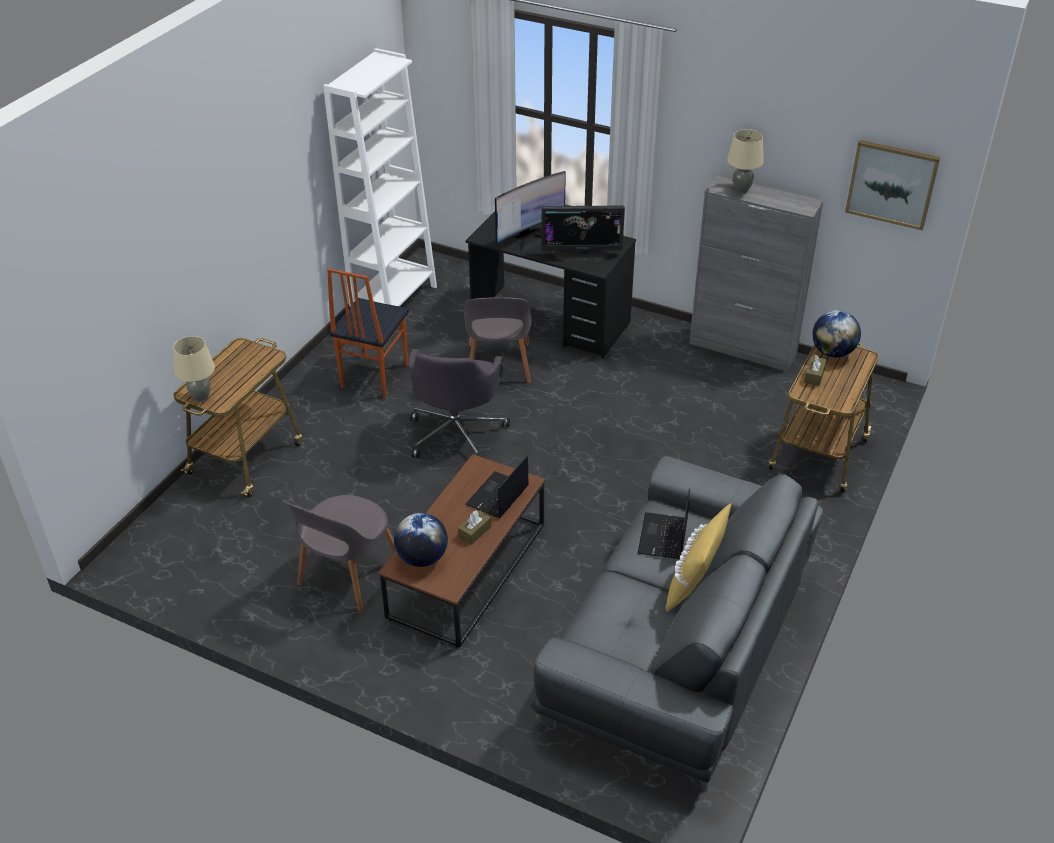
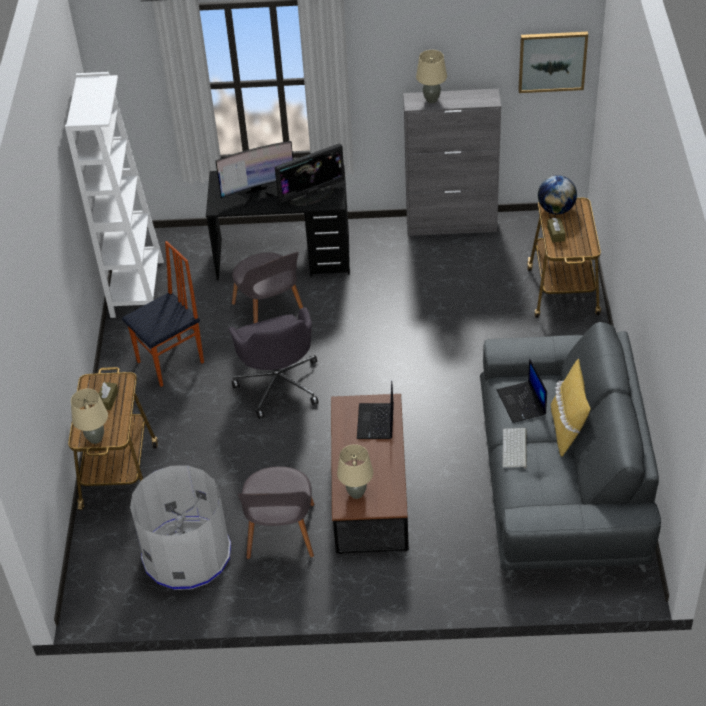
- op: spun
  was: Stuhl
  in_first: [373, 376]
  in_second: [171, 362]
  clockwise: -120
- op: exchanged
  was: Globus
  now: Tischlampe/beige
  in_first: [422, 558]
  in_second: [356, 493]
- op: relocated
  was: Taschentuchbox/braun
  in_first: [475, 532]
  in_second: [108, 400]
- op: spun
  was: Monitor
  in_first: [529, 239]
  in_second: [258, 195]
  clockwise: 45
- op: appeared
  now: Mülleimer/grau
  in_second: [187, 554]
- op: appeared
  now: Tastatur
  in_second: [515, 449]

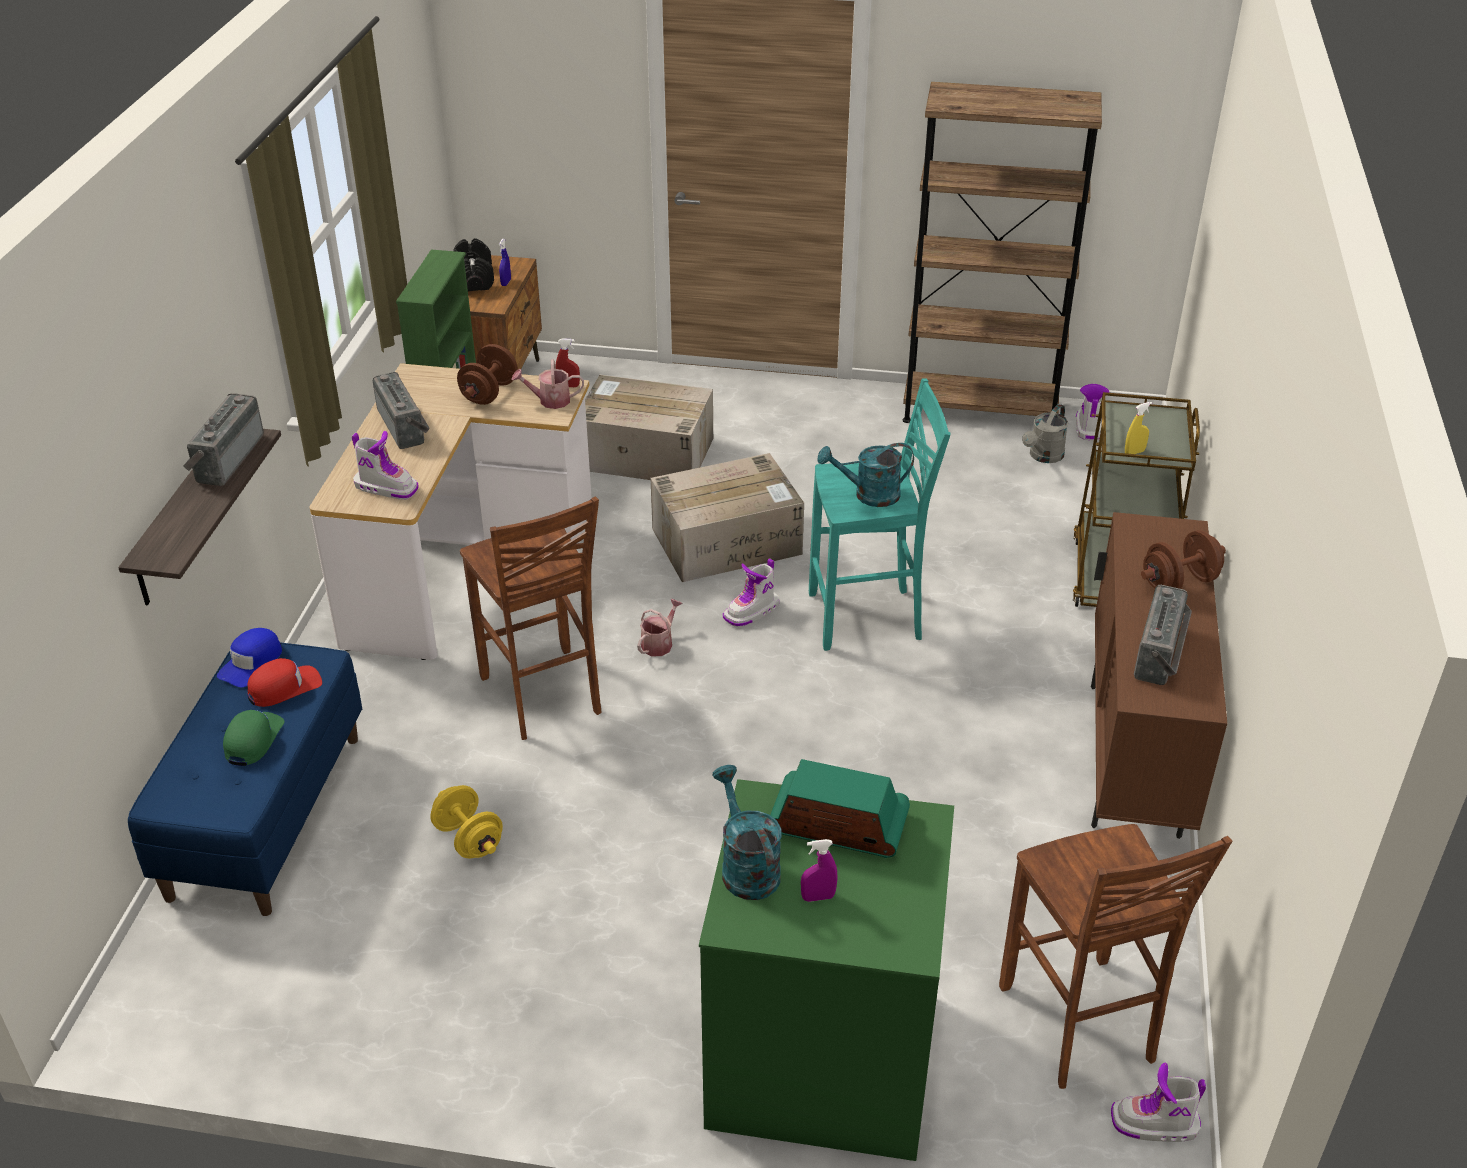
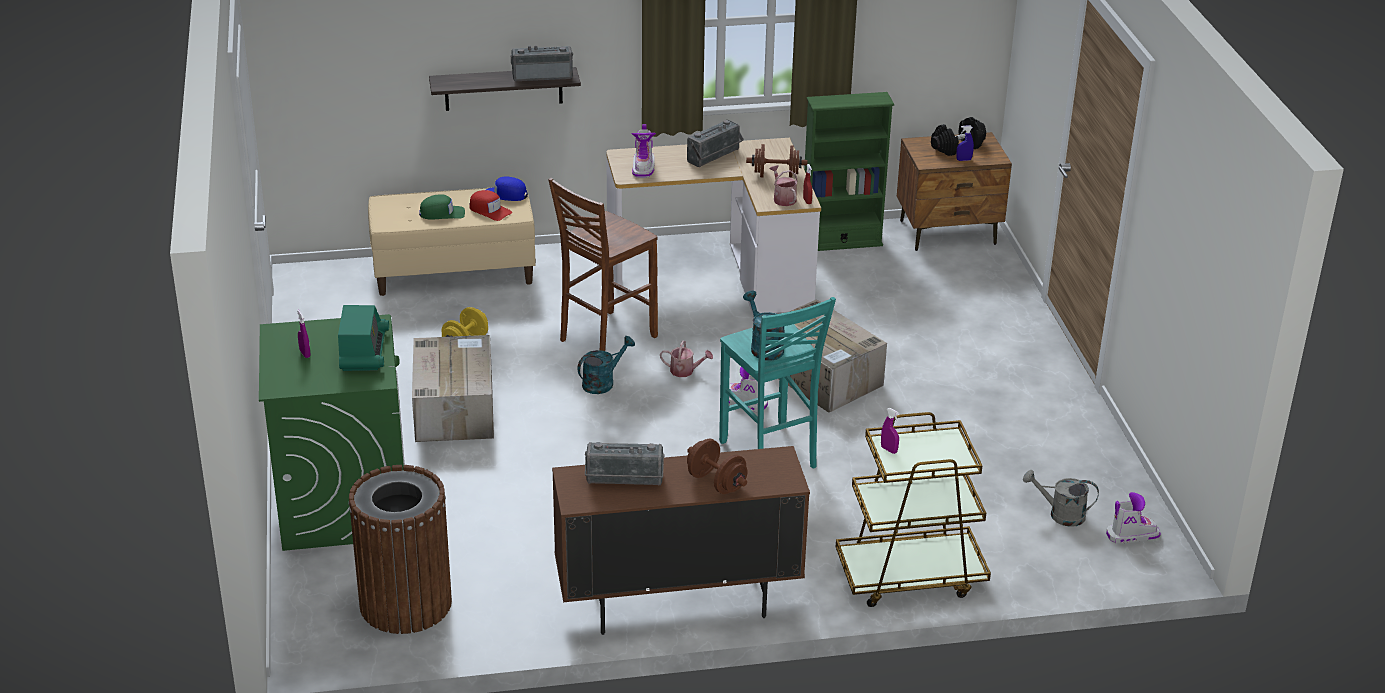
- op: colour
  was: Bank/blau
  now: Bank/beige
  in_first: [265, 814]
  in_second: [454, 272]
- op: relocated
  was: Karton
  in_first: [644, 454]
  in_second: [454, 408]
- op: relocated
  was: Gießkanne/türkis
  in_first: [746, 866]
  in_second: [603, 382]
- op: missing
  was: Bücherregal/braun
  in_first: [979, 411]
- op: exchanged
  was: Hocker/braun
  now: Mülleimer/braun
  in_first: [1079, 1026]
  in_second: [405, 603]
- op: missing
  was: Stiefel
  in_first: [1155, 1124]
- op: colour
  was: Sprühflasche/gelb
  now: Sprühflasche/lila
  in_first: [1134, 452]
  in_second: [889, 450]

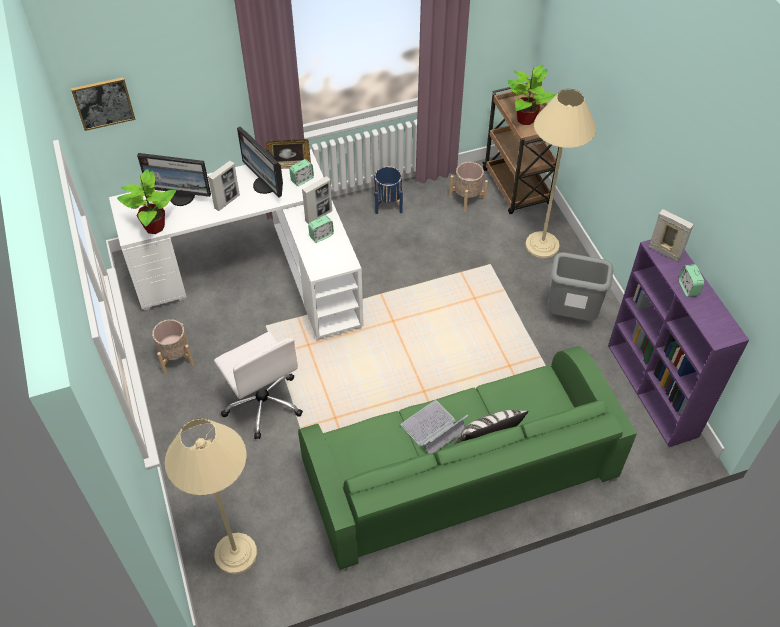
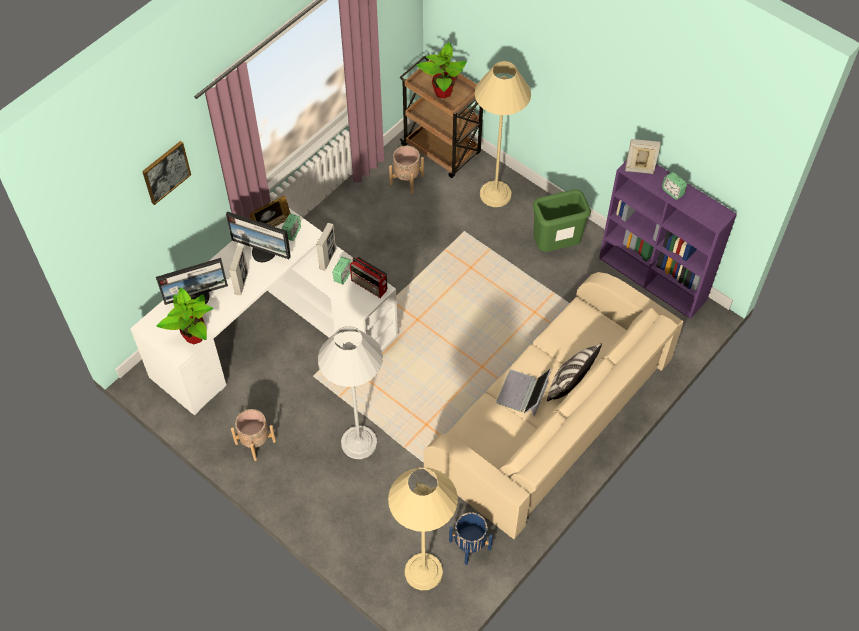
- op: relocated
  was: Bild
  in_first: [103, 103]
  in_second: [166, 172]
- op: exchanged
  was: Bürostuhl/weiß
  now: Stehlampe/weiß
  in_first: [263, 403]
  in_second: [359, 442]
- op: colour
  was: Sofa/grün
  now: Sofa/beige
  in_first: [458, 472]
  in_second: [550, 418]
- op: relocated
  was: Pflanzkübel/blau
  in_first: [388, 203]
  in_second: [469, 544]
- op: colour
  was: Mülleimer/grau
  now: Mülleimer/grün
  in_first: [571, 315]
  in_second: [556, 246]
- op: appeared
  now: Radio
  in_second: [370, 285]

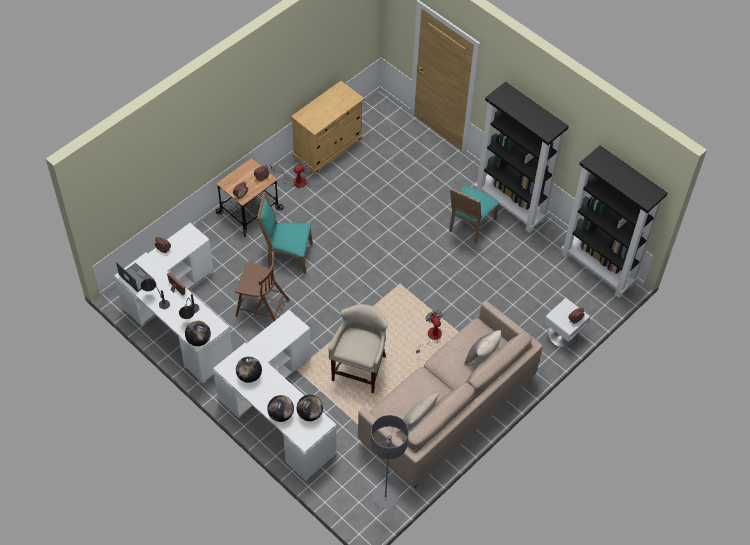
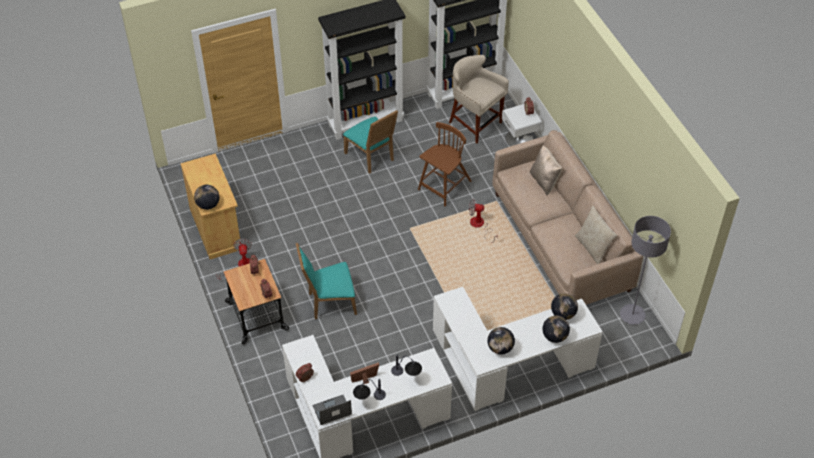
- op: relocated
  was: Globus
  in_first: [198, 340]
  in_second: [208, 205]
- op: relocated
  was: Stuhl/braun
  in_first: [261, 307]
  in_second: [444, 186]
- op: spun
  was: Stuhl/türkis
  in_first: [287, 255]
  in_second: [329, 302]
  clockwise: 45
- op: relocated
  was: Hocker/beige
  in_first: [359, 370]
  in_second: [475, 124]

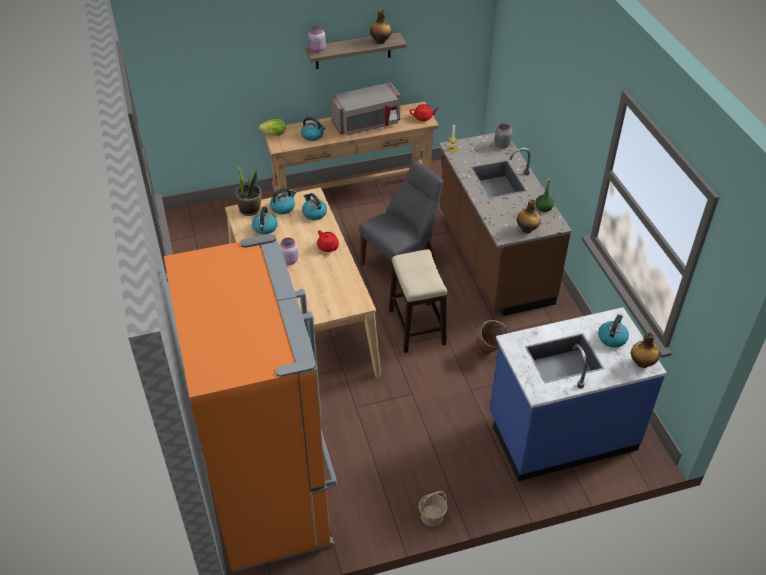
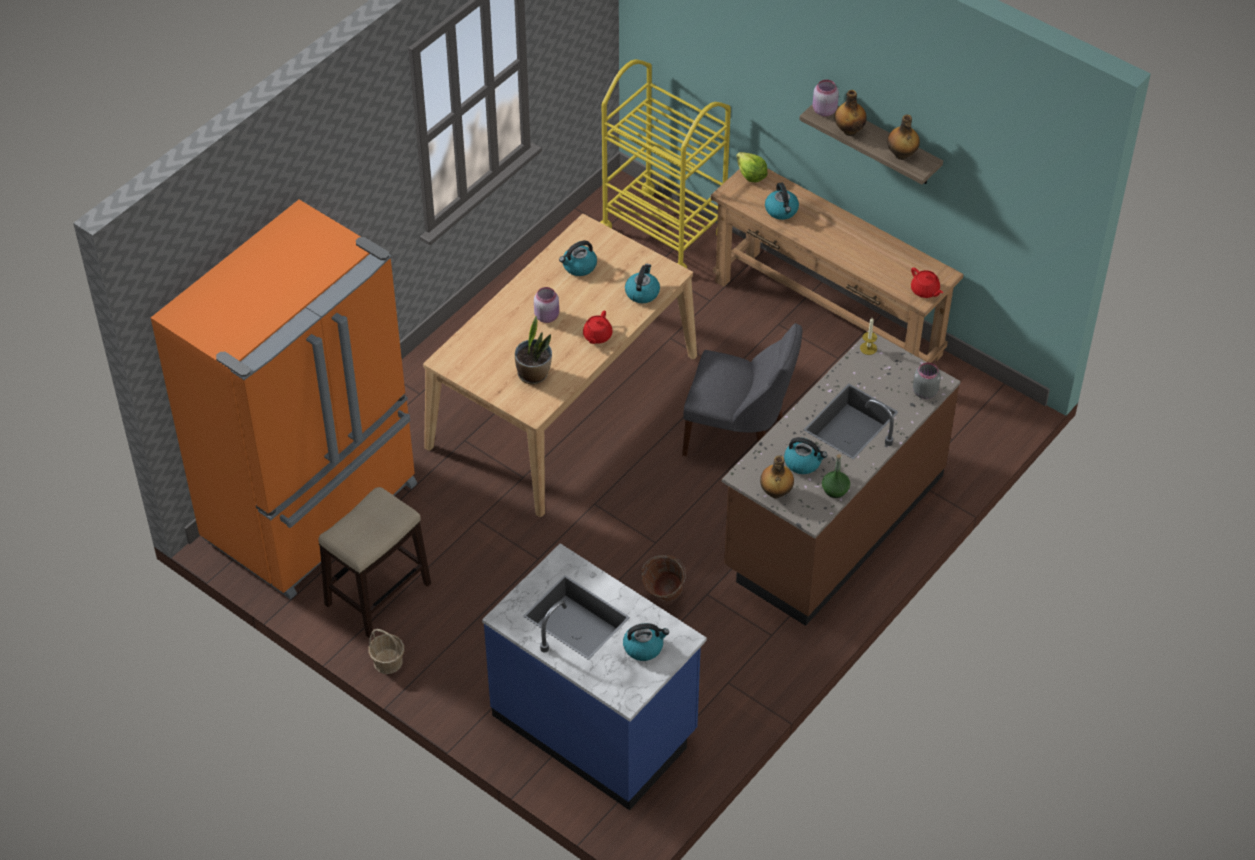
- op: relocated
  was: Topfpflanze
  in_first: [250, 209]
  in_second: [534, 374]
- op: relocated
  was: Wasserkessel
  in_first: [283, 207]
  in_second: [803, 462]
- op: missing
  was: Mikrowelle/grau
  in_first: [366, 124]
- op: relocated
  was: Hocker
  in_first: [417, 327]
  in_second: [377, 595]
- op: relocated
  was: Flasche
  in_first: [641, 363]
  in_second: [849, 130]
- op: appeared
  now: Rollwagen/gelb
  in_second: [664, 232]

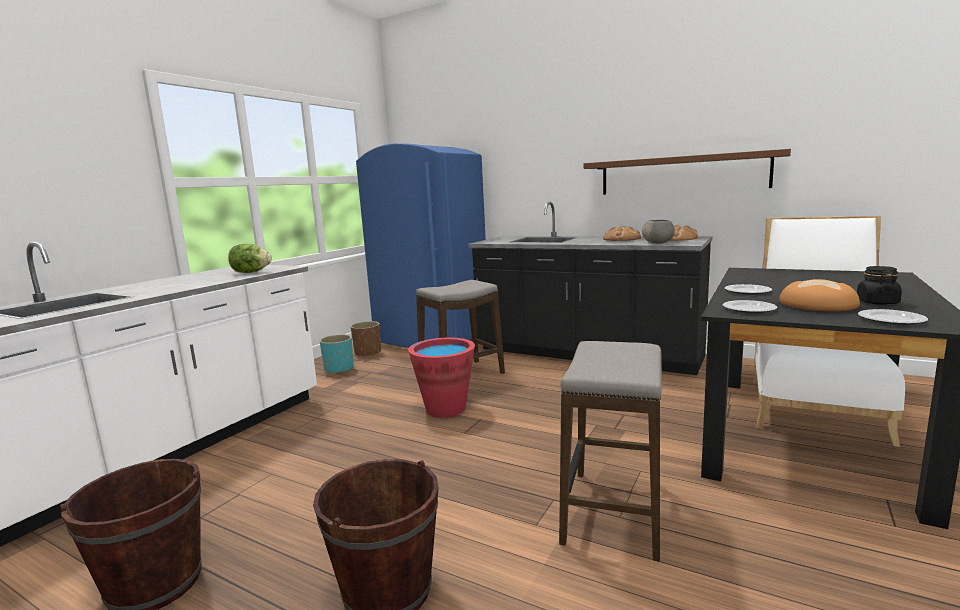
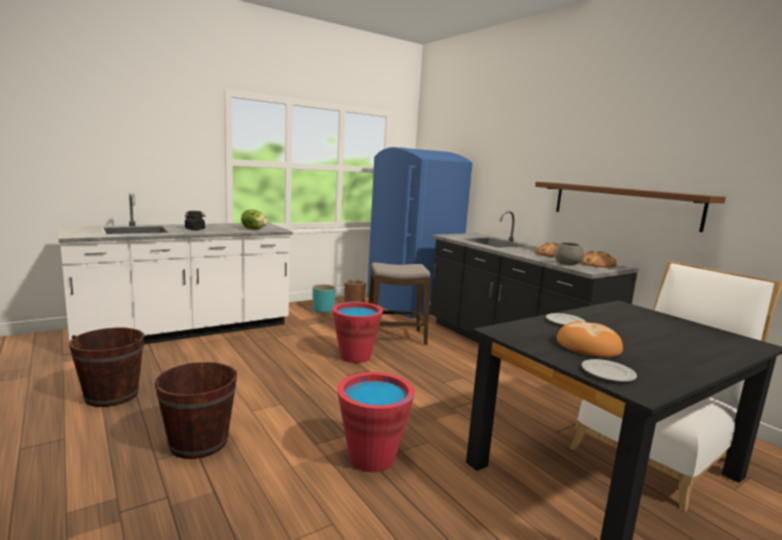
- op: exchanged
  was: Hocker
  now: Eimer/rot
  in_first: [614, 512]
  in_second: [372, 458]
- op: missing
  was: Teller
  in_first: [748, 309]
- op: relocated
  was: Vorratsglas/schwarz
  in_first: [877, 302]
  in_second: [195, 229]

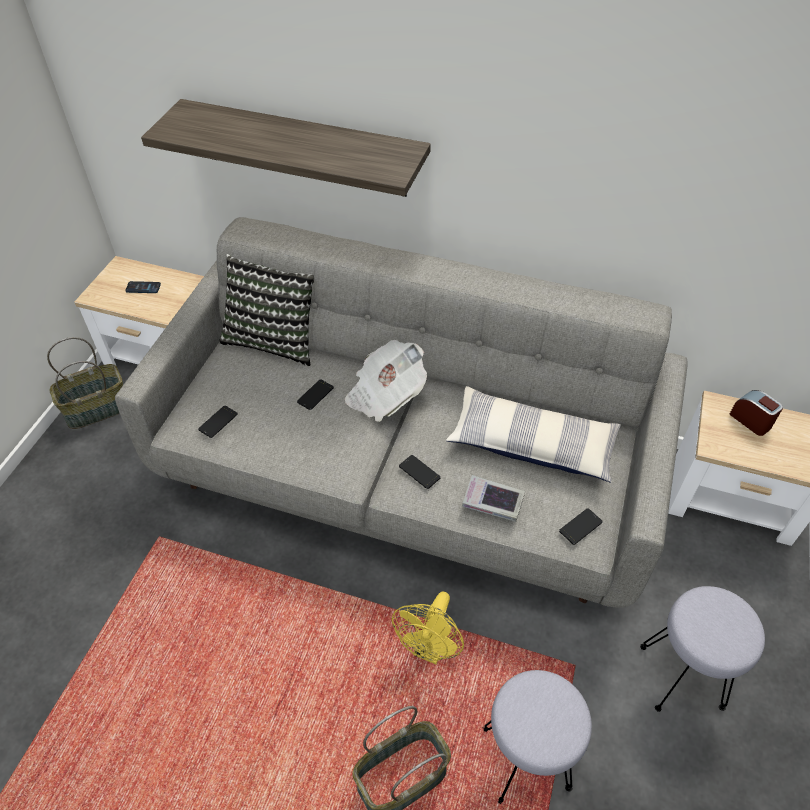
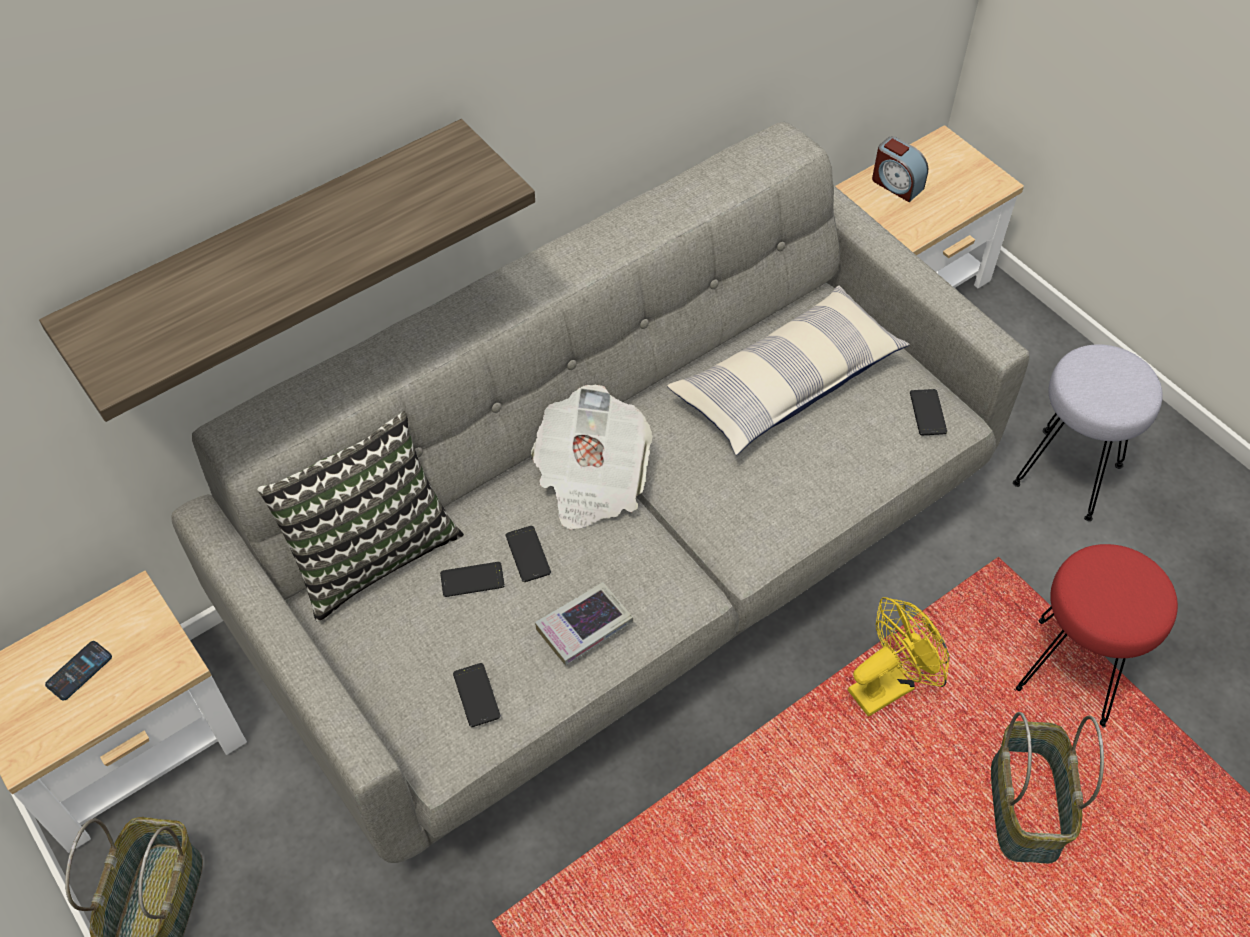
- op: spun
  was: Ventilator/gelb
  in_first: [430, 649]
  in_second: [888, 684]
  clockwise: -90
- op: relocated
  was: Handy
  in_first: [419, 472]
  in_second: [472, 580]
- op: relocated
  was: Buch
  in_first: [492, 502]
  in_second: [584, 627]
- op: colour
  was: Hocker/grau
  now: Hocker/rot
  in_first: [525, 760]
  in_second: [1072, 672]
- op: spun
  was: Wecker
  in_first: [751, 420]
  in_second: [896, 184]
  clockwise: -135

